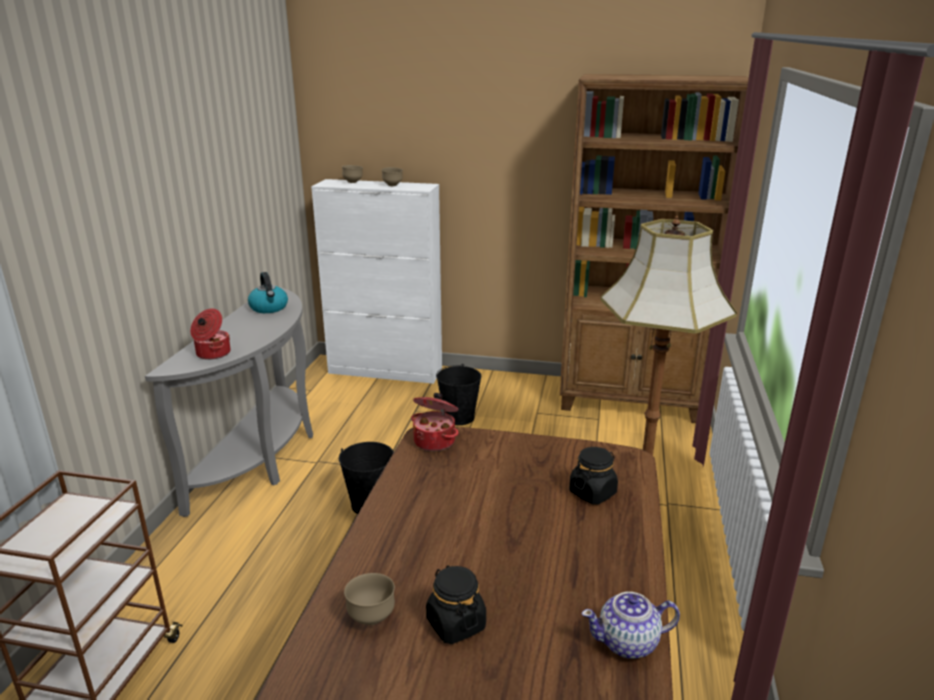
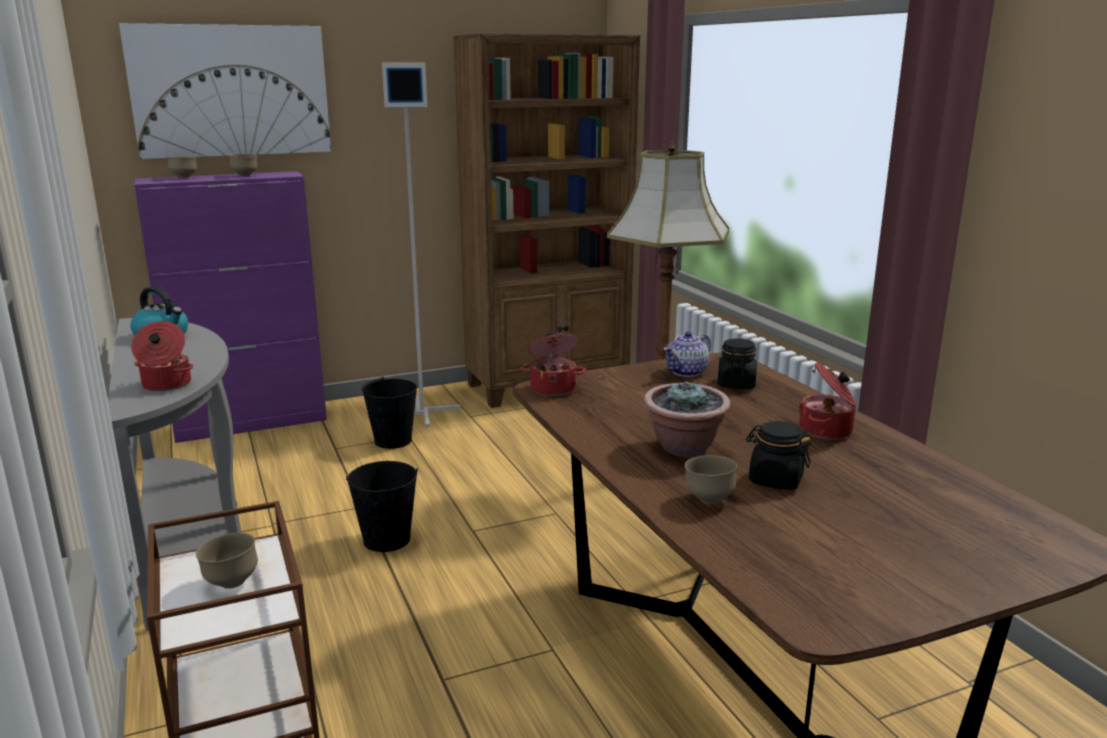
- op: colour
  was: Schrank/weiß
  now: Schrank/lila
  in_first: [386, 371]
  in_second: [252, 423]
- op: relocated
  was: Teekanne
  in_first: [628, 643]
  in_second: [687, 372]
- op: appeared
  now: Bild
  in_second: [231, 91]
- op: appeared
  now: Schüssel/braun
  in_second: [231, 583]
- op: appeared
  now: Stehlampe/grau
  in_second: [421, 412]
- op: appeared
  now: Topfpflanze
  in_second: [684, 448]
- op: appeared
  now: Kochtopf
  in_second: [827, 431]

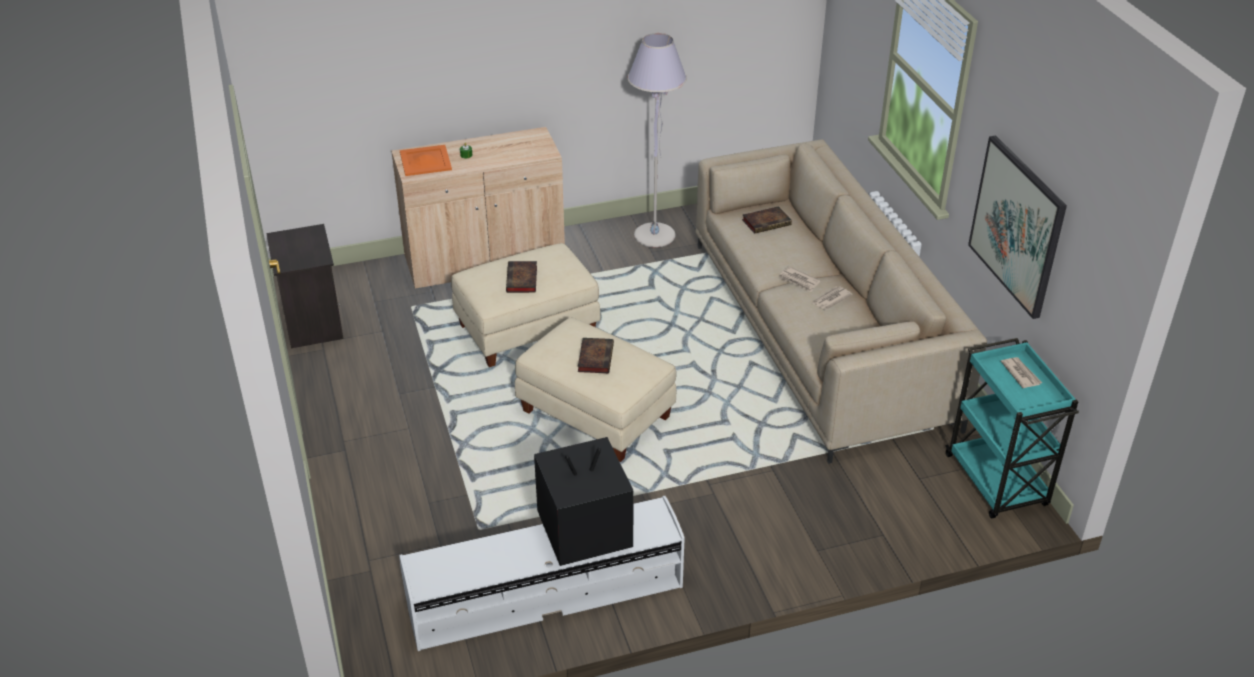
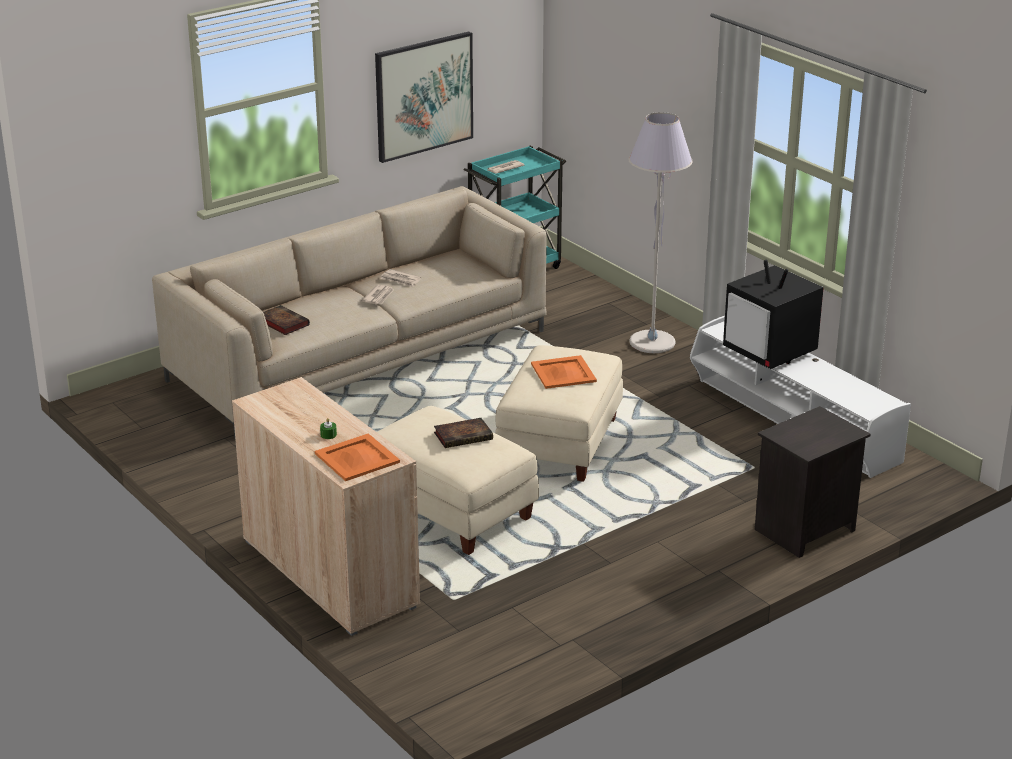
- op: relocated
  was: Nachttisch/schwarz
  in_first: [311, 323]
  in_second: [805, 531]
- op: exchanged
  was: Buch
  now: Tablett/orange
  in_first: [595, 357]
  in_second: [563, 373]
- op: relocated
  was: Stehlampe/grau
  in_first: [654, 236]
  in_second: [651, 343]

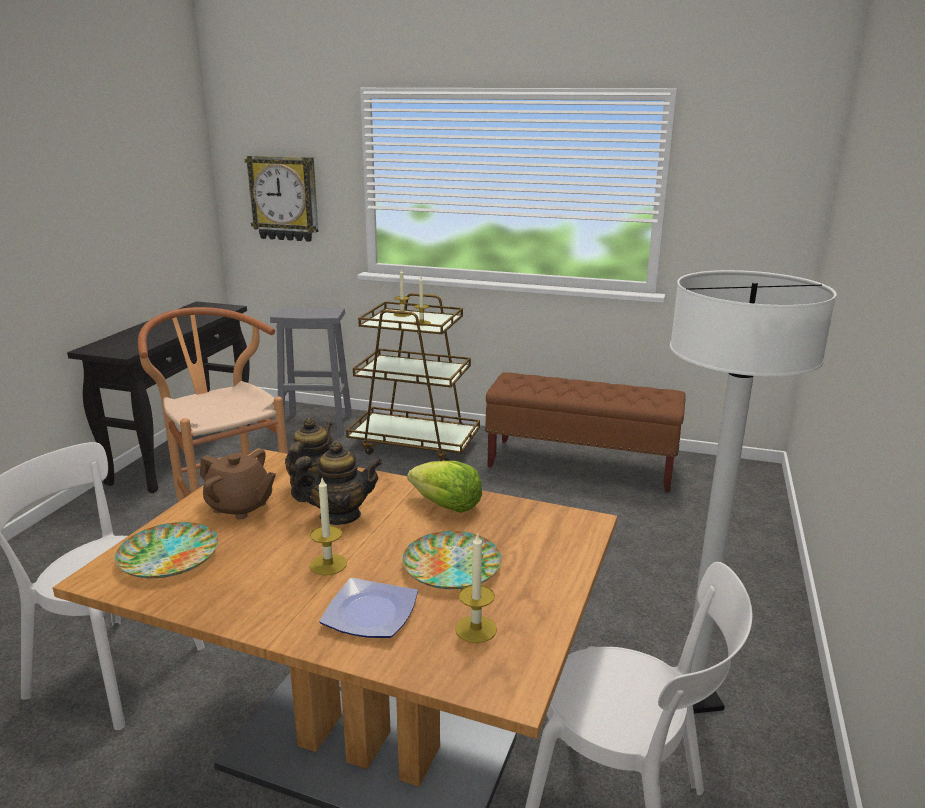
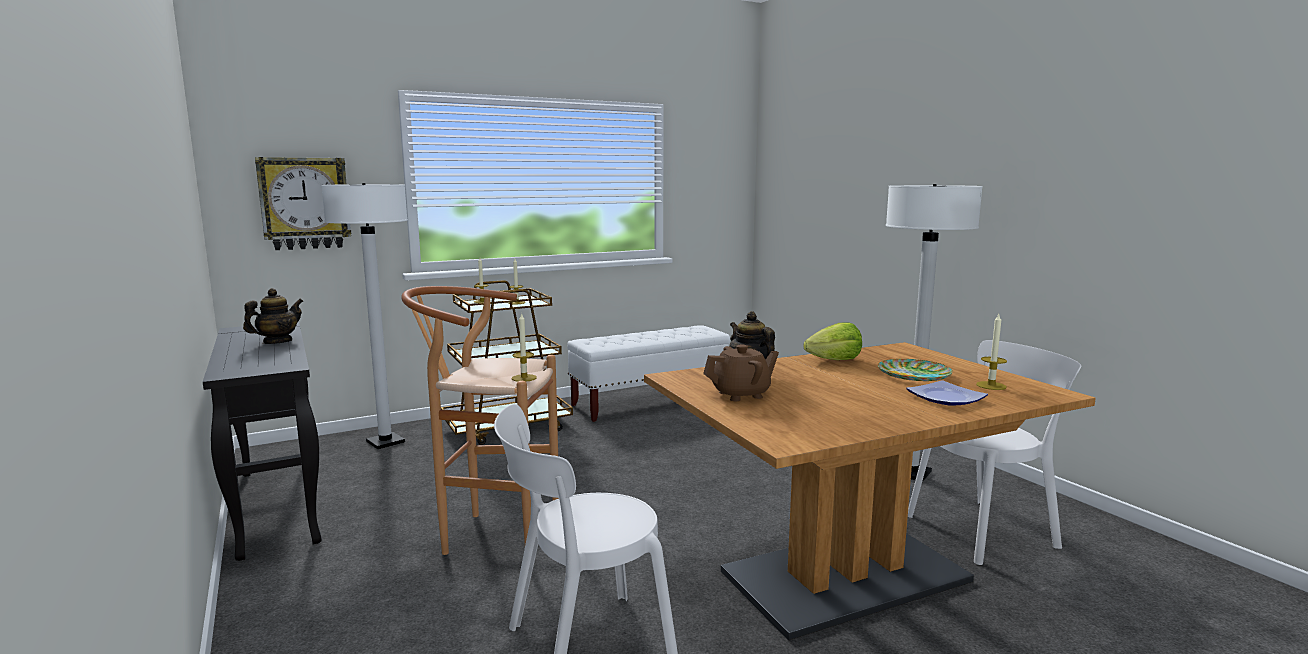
- op: missing
  was: Teller
  in_first: [168, 556]
- op: exchanged
  was: Hocker/grau
  now: Stehlampe/weiß
  in_first: [317, 424]
  in_second: [385, 442]
- op: relocated
  was: Teekanne
  in_first: [339, 516]
  in_second: [277, 342]
- op: relocated
  was: Kerze
  in_first: [328, 564]
  in_second: [524, 378]
- op: colour
  was: Bank/braun
  now: Bank/weiß
  in_first: [581, 465]
  in_second: [650, 402]

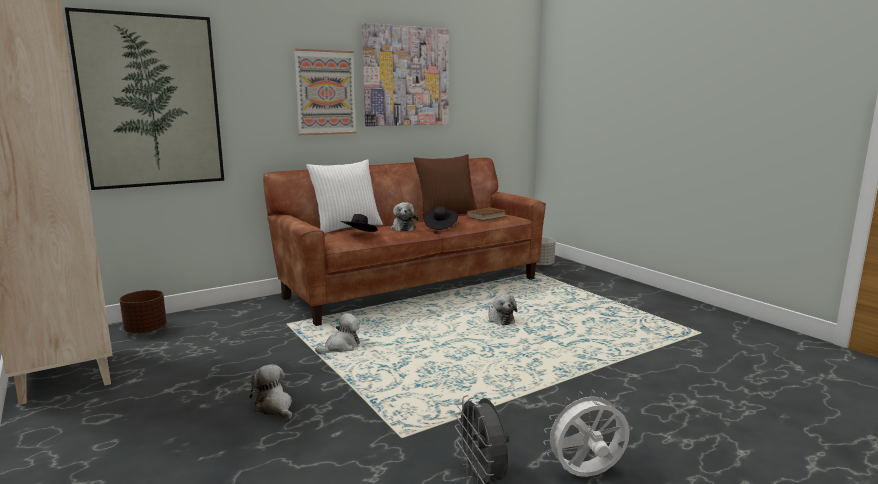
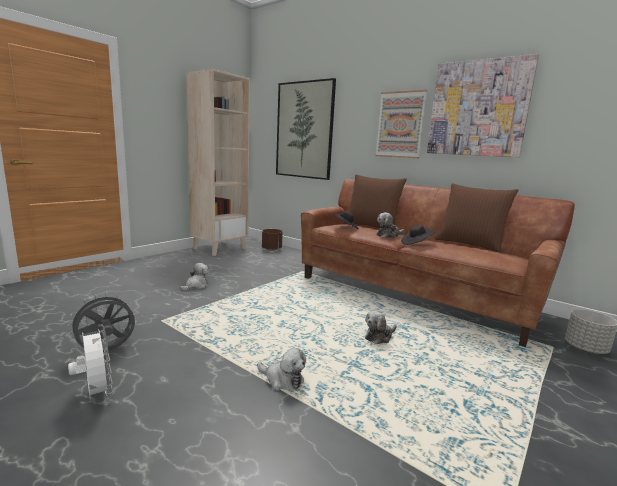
- op: colour
  was: Kissen/weiß
  now: Kissen/braun
  in_first: [346, 227]
  in_second: [371, 226]
- op: relocated
  was: Plüschtier
  in_first: [341, 347]
  in_second: [282, 380]
- op: missing
  was: Buch/braun
  in_first: [486, 217]

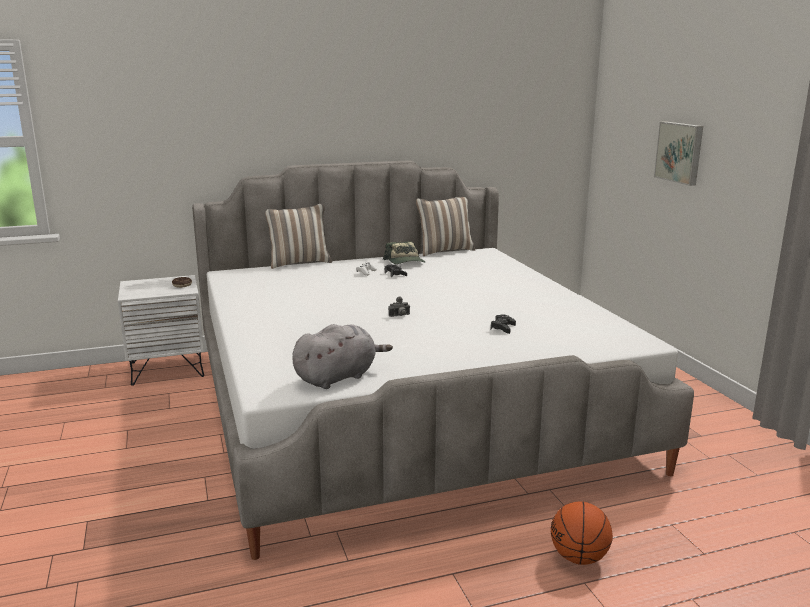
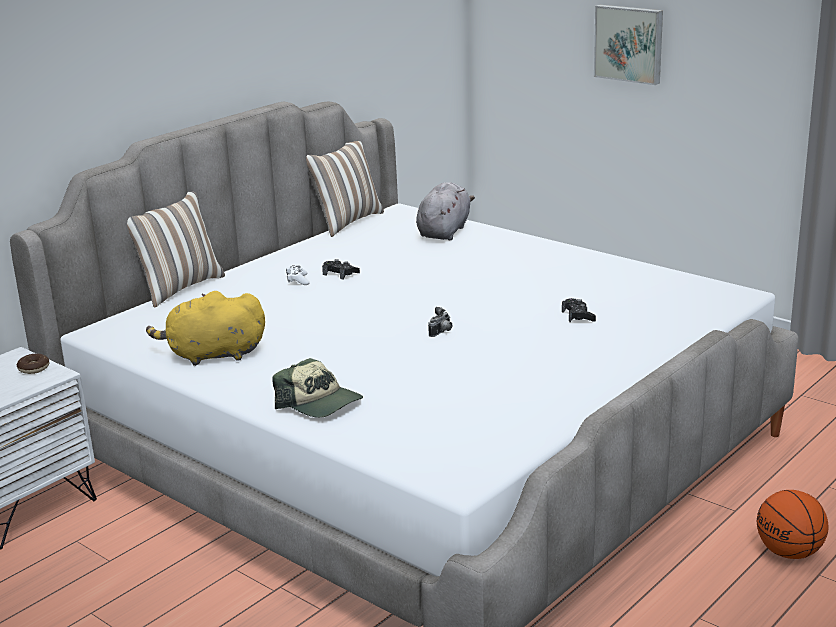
- op: relocated
  was: Plüschtier/grau
  in_first: [338, 377]
  in_second: [444, 231]
- op: relocated
  was: Kappe
  in_first: [405, 262]
  in_second: [320, 403]
- op: appeared
  now: Plüschtier/gelb
  in_second: [212, 355]

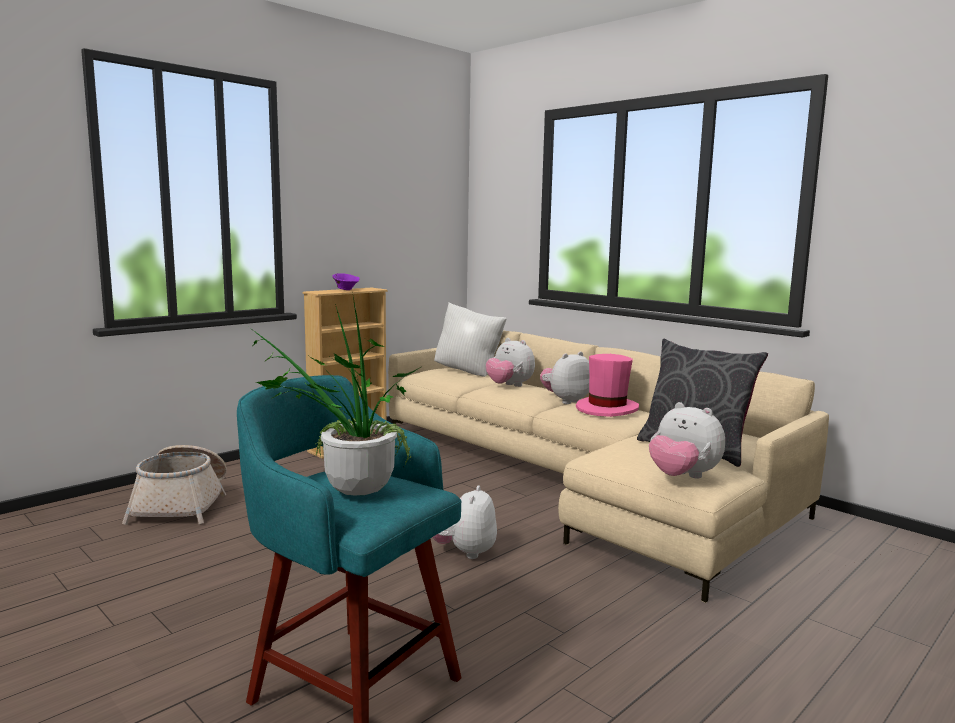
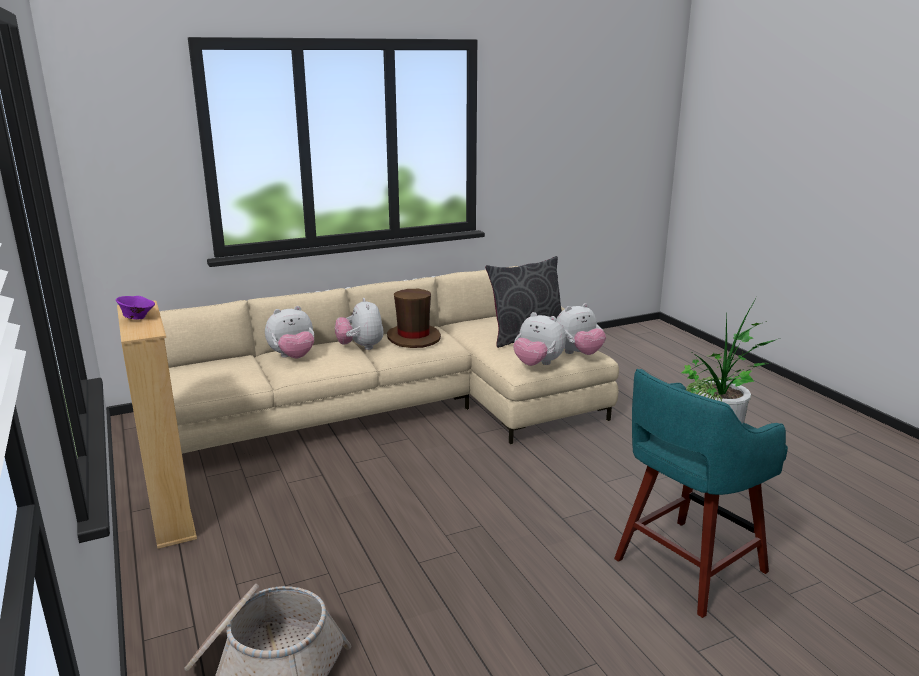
- op: relocated
  was: Plüschtier
  in_first: [464, 552]
  in_second: [537, 364]
- op: missing
  was: Kissen/weiß
  in_first: [469, 372]
- op: colour
  was: Hut/rosa
  now: Hut/braun
  in_first: [607, 409]
  in_second: [414, 338]

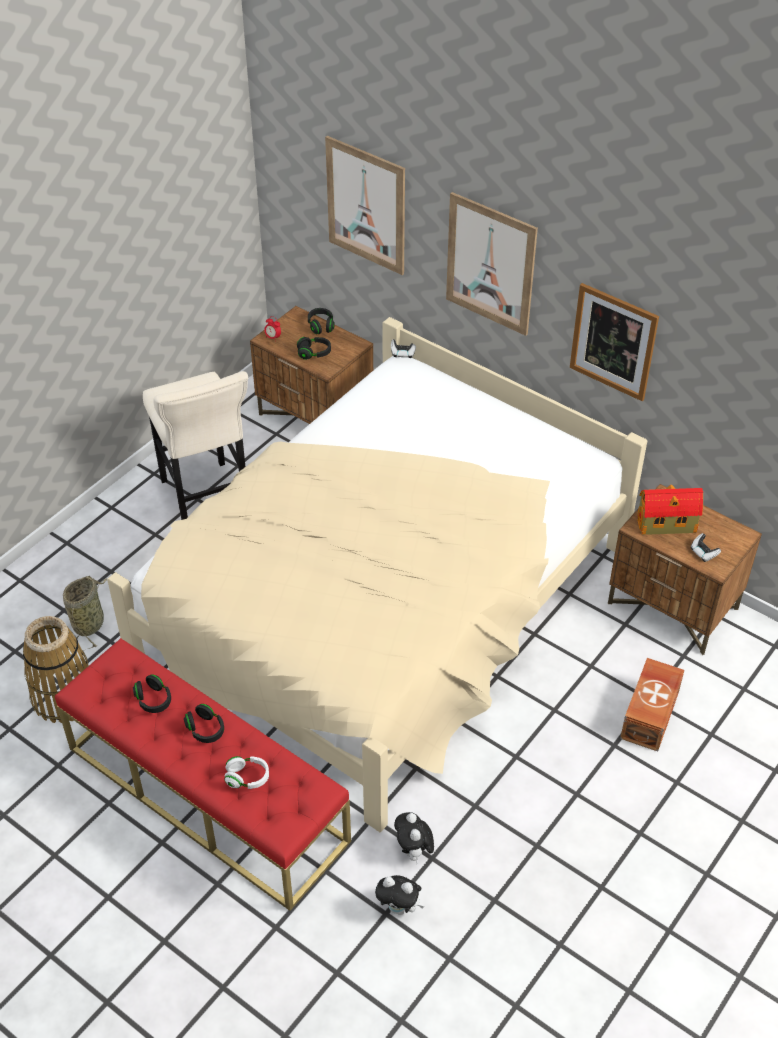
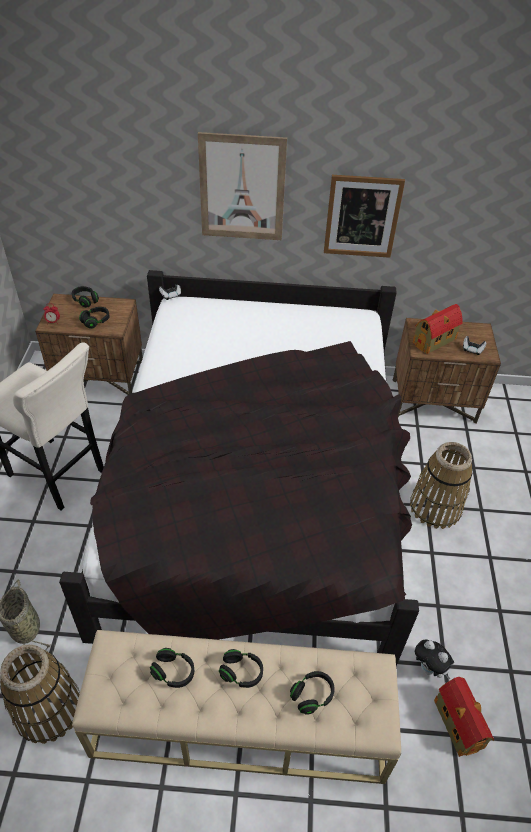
- op: colour
  was: Bank/rot
  now: Bank/beige
  in_first: [207, 794]
  in_second: [240, 722]
- op: colour
  was: Bett/beige
  now: Bett/schwarz
  in_first: [385, 606]
  in_second: [257, 489]
- op: colour
  was: Kopfhörer/weiß
  now: Kopfhörer/schwarz
  in_first: [247, 778]
  in_second: [312, 695]
- op: missing
  was: Bild
  in_first: [366, 205]
- op: exchanged
  was: Plüschtier
  now: Spielzeughaus
  in_first: [399, 908]
  in_second: [457, 722]
- op: missing
  was: Aufbewahrungsbox/braun
  in_first: [651, 714]
- op: appeared
  now: Korb
  in_second: [435, 507]

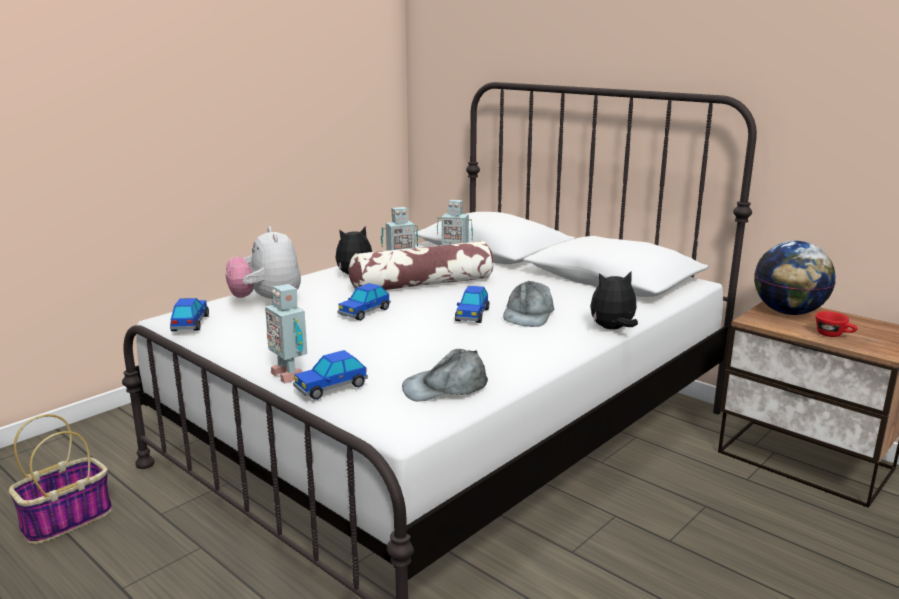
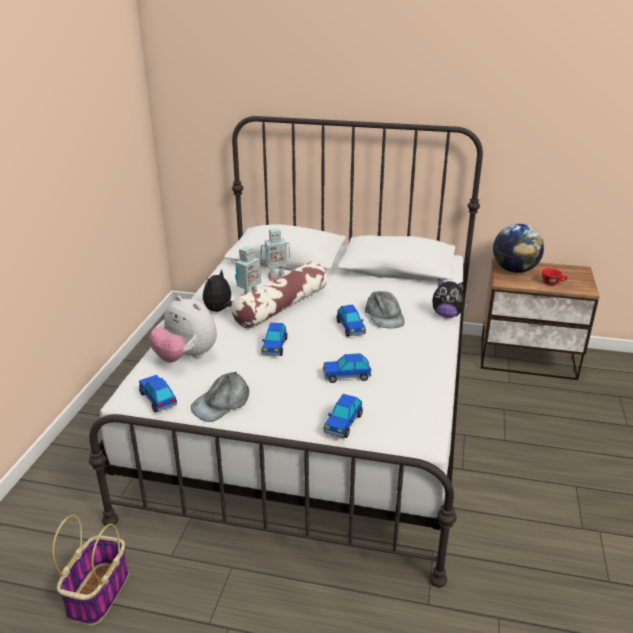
- op: missing
  was: Spielzeugroboter
  in_first: [289, 374]
- op: relocated
  was: Kappe/grau
  in_first: [445, 387]
  in_second: [221, 403]
- op: spun
  was: Plüschtier
  in_first: [612, 329]
  in_second: [447, 315]
  clockwise: -120
- op: appeared
  now: Spielzeugauto
  in_second: [346, 376]

